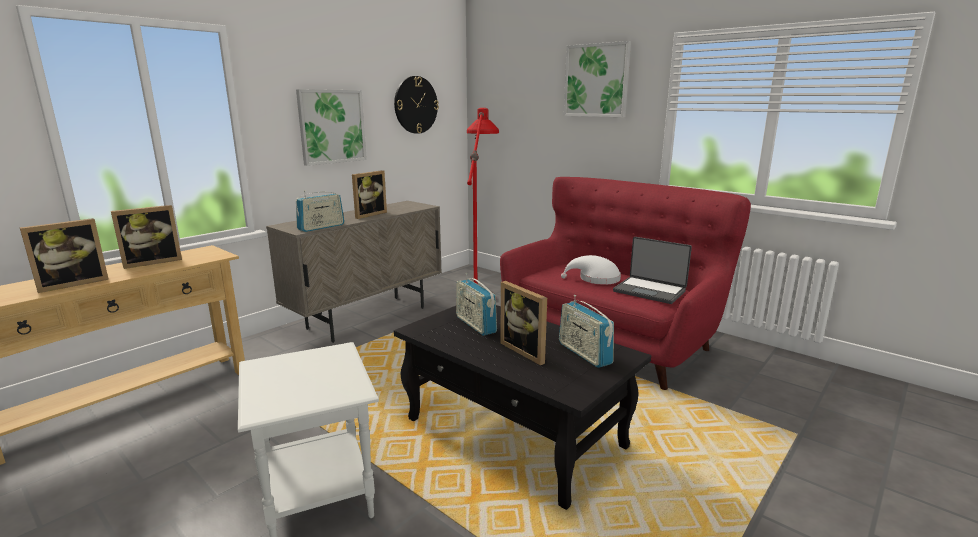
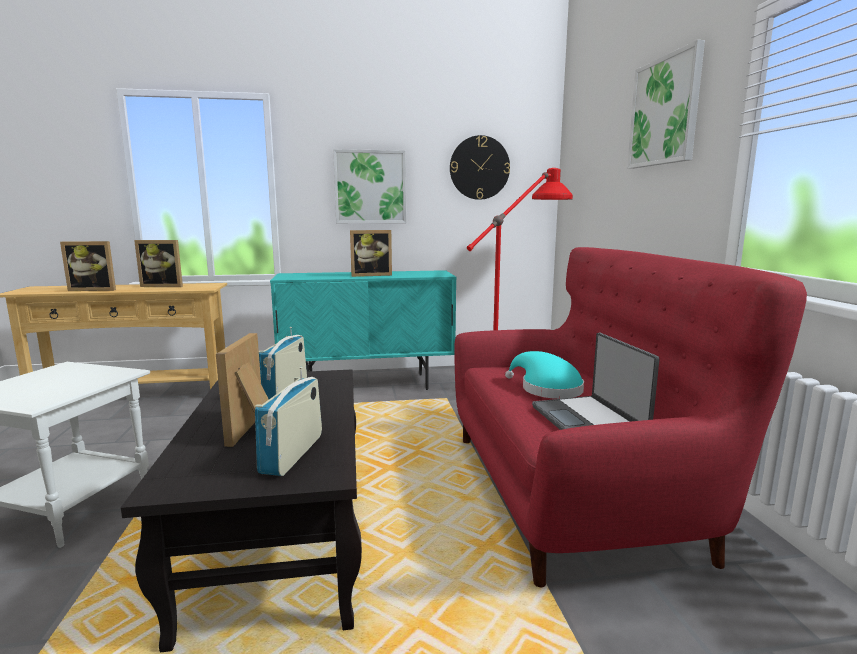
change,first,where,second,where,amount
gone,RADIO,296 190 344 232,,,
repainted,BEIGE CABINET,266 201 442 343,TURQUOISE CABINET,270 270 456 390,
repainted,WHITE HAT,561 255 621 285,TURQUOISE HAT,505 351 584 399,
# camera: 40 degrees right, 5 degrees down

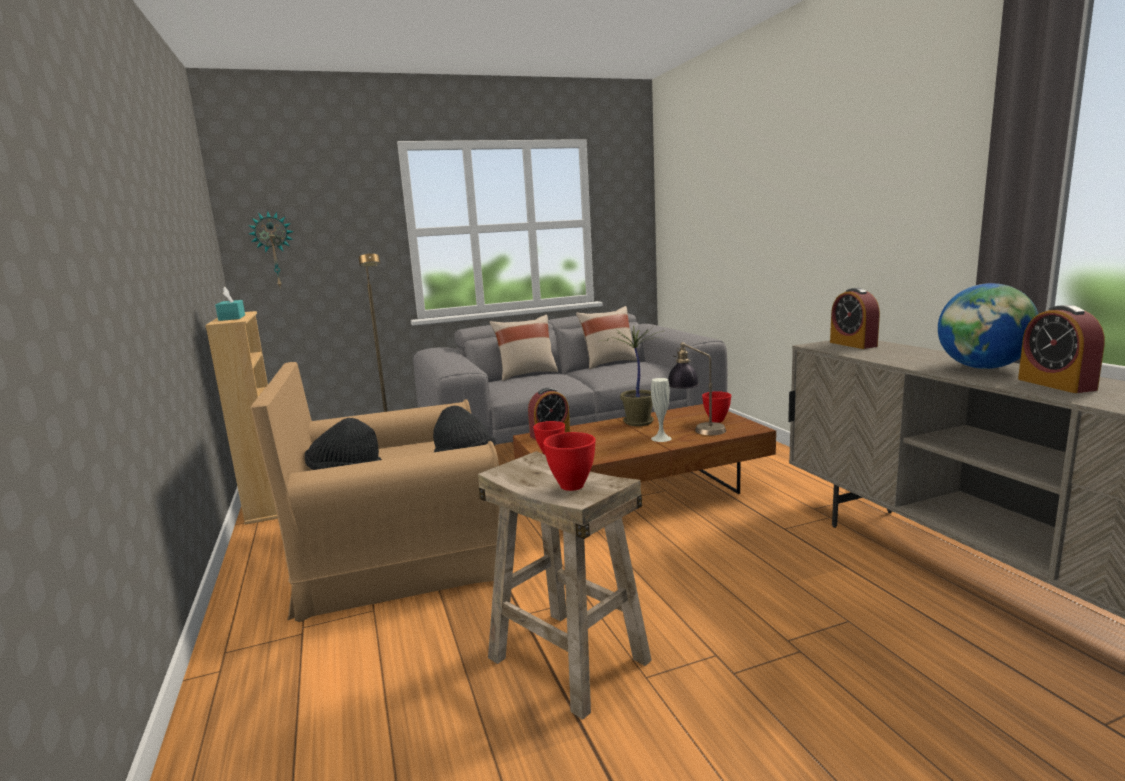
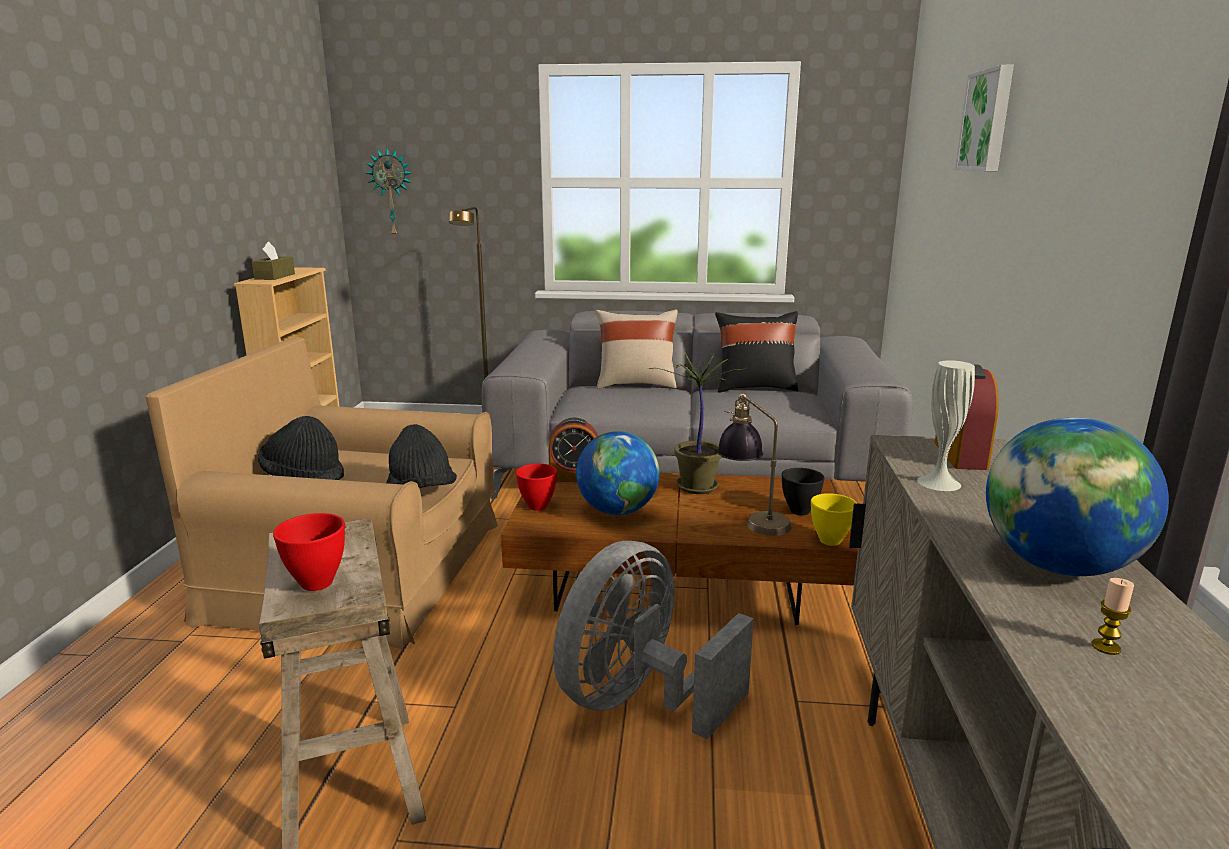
change,first,where,second,where,amount
new,,,GREY FAN,553 541 754 739,
new,,,GLOBE,576 431 659 515,
new,,,YELLOW BOWL,811 493 857 546,
new,,,PICTURE,955 65 1014 171,
shifted,WHITE VASE,651 378 672 442,,917 360 975 491,
swapped,ALARM CLOCK,1018 305 1105 393,CANDLE,1092 578 1134 655,
repainted,TURQUOISE TISSUE BOX,215 287 245 321,BROWN TISSUE BOX,252 241 295 280,
repainted,BEIGE PILLOW,576 306 637 369,BLACK PILLOW,715 311 798 393,
repainted,RED BOWL,702 391 731 422,BLACK BOWL,782 468 825 515,
# camera: 25 degrees right, 5 degrees up

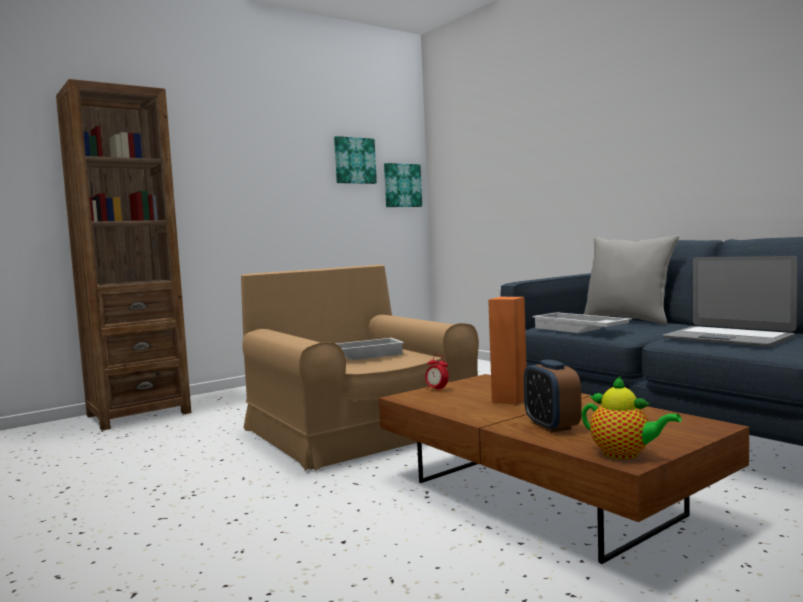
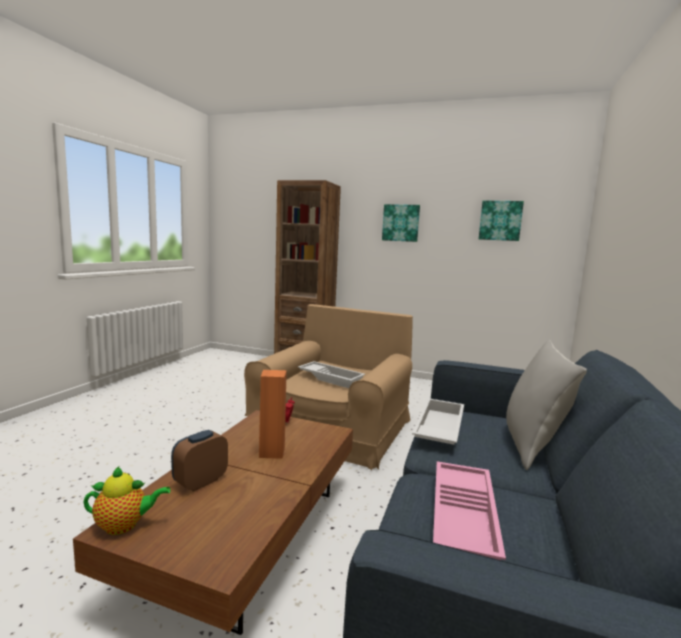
change,first,where,second,where,amount
shifted,PICTURE,384 163 422 207,,382 204 420 242,
swapped,LAPTOP,662 256 797 347,PINK TRAY,433 461 506 560,
rotated,TEAPOT,582 376 682 460,,84 467 170 535,105 degrees counterclockwise
# camera: 55 degrees right, 5 degrees up

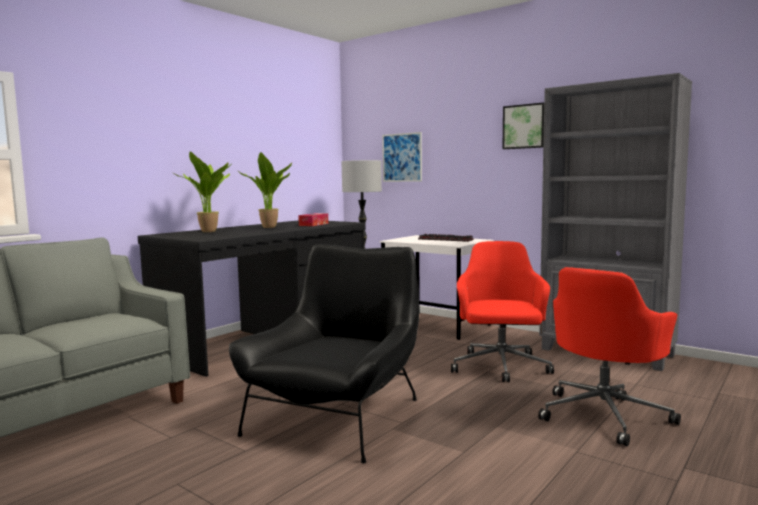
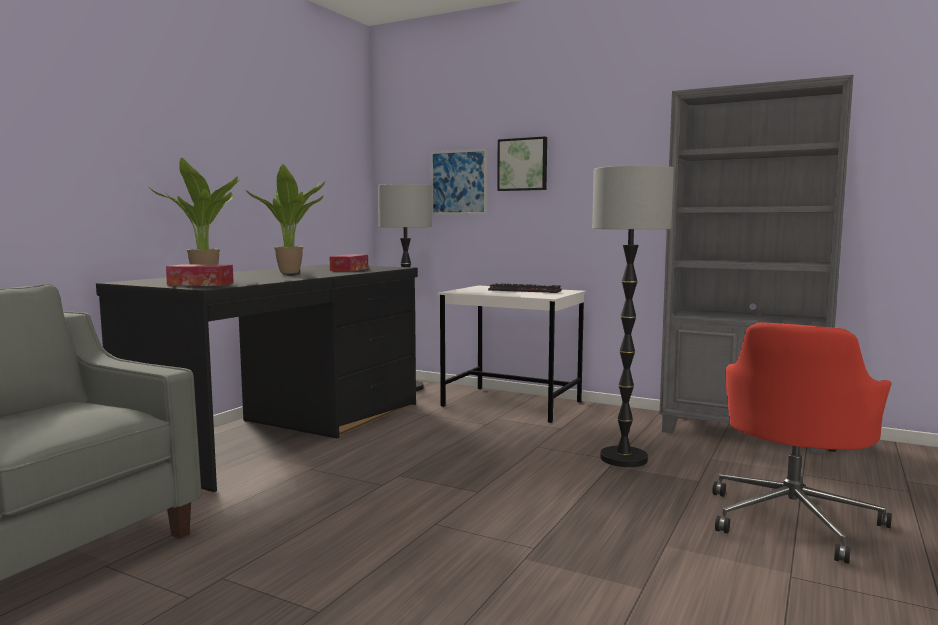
change,first,where,second,where,amount
gone,BLACK ARMCHAIR,229 244 419 463,,,
new,,,TISSUE BOX,166 265 234 286,
shifted,PICTURE,502 102 544 149,,497 136 547 191,
swapped,RED OFFICE CHAIR,451 241 554 382,FLOOR LAMP,592 165 674 467,
# camera: 10 degrees left, 0 degrees up

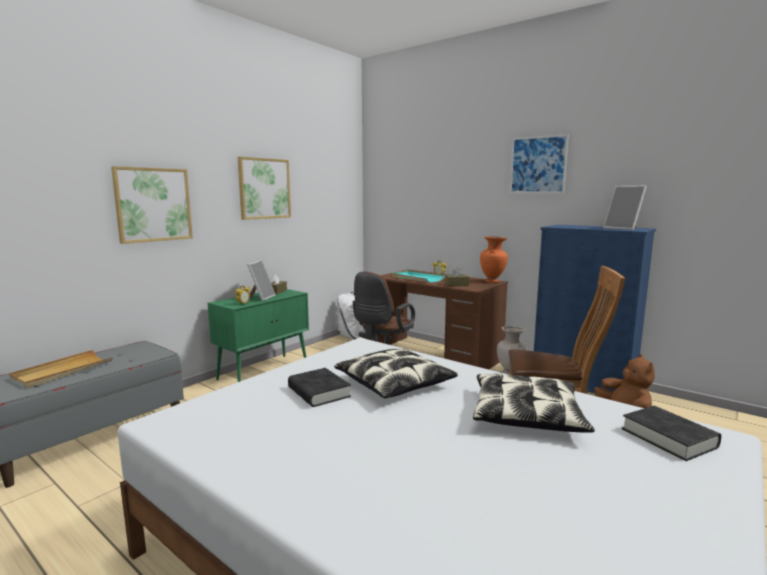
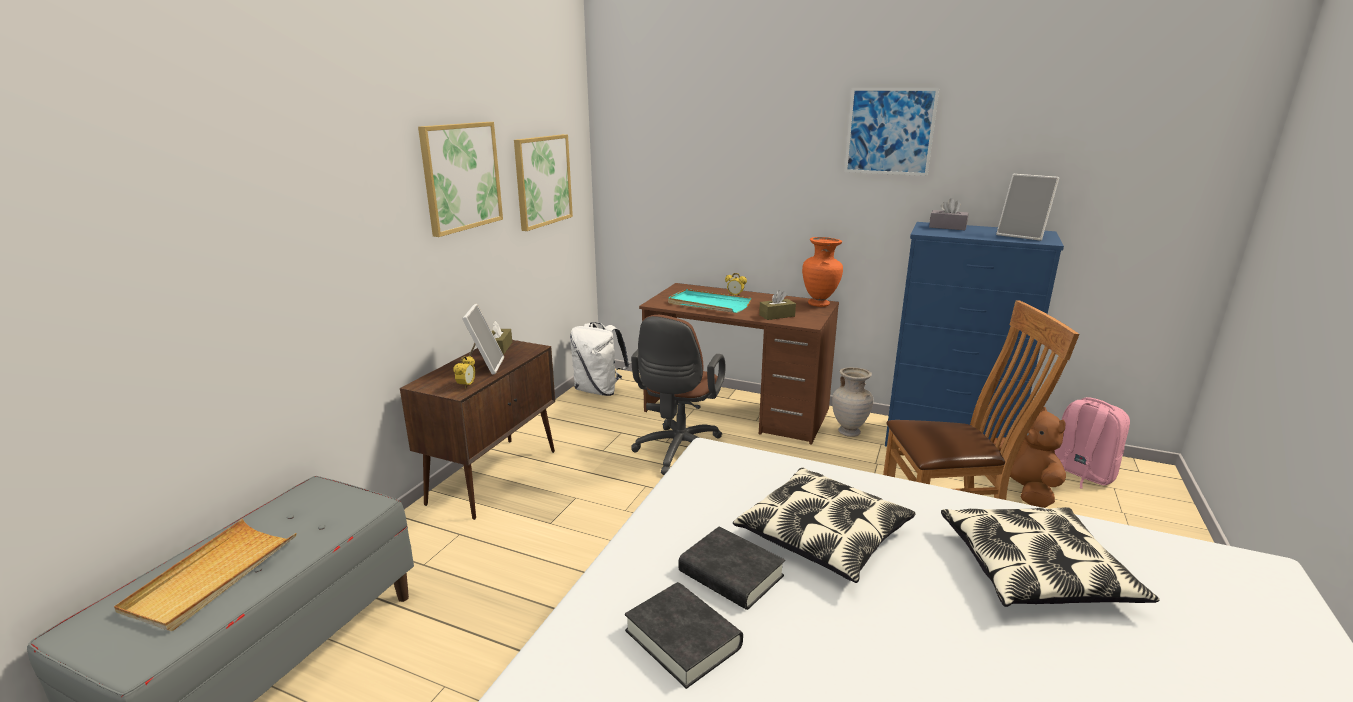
change,first,where,second,where,amount
new,,,GREY TISSUE BOX,929 198 969 230,
new,,,PINK BACKPACK,1055 397 1130 489,
shifted,PICTURE,111 166 193 244,,514 134 573 231,
shifted,BLACK BOOK,622 406 721 461,,625 582 743 689,
repainted,GREEN CABINET,208 289 309 382,BROWN CABINET,400 340 555 520,
# camera: 15 degrees left, 10 degrees up

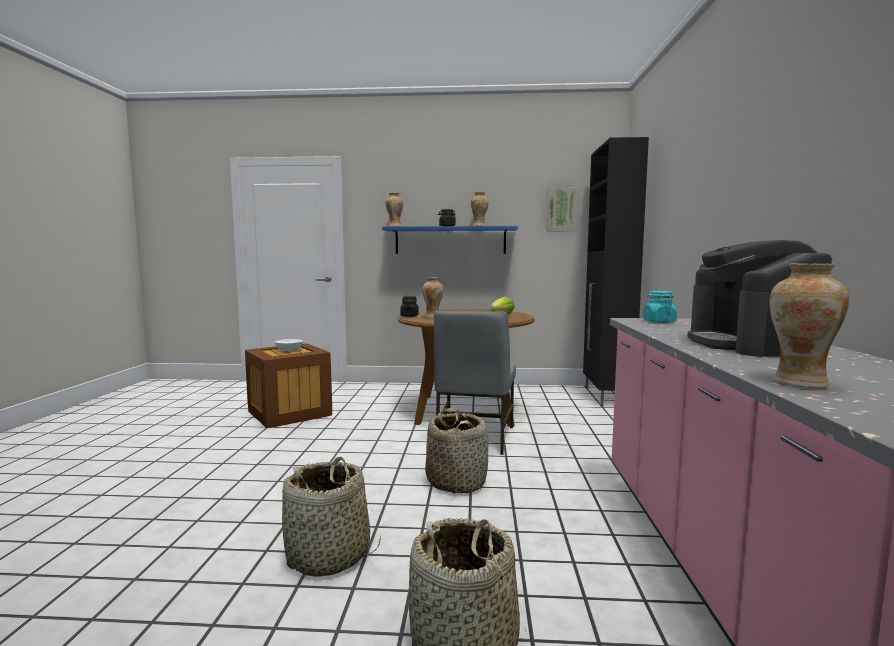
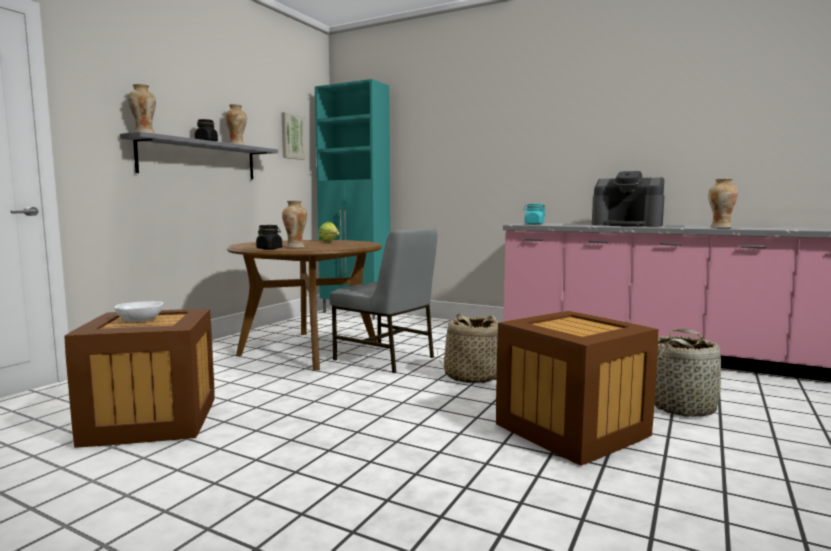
change,first,where,second,where,amount
swapped,BASKET,282 457 381 577,CRATE,496 311 658 466,
repainted,BLUE SHELF,382 226 518 254,GREY SHELF,120 132 278 180,
repainted,BLACK CABINET,583 137 649 407,TURQUOISE CABINET,315 79 390 319,
# camera: 65 degrees left, 0 degrees up

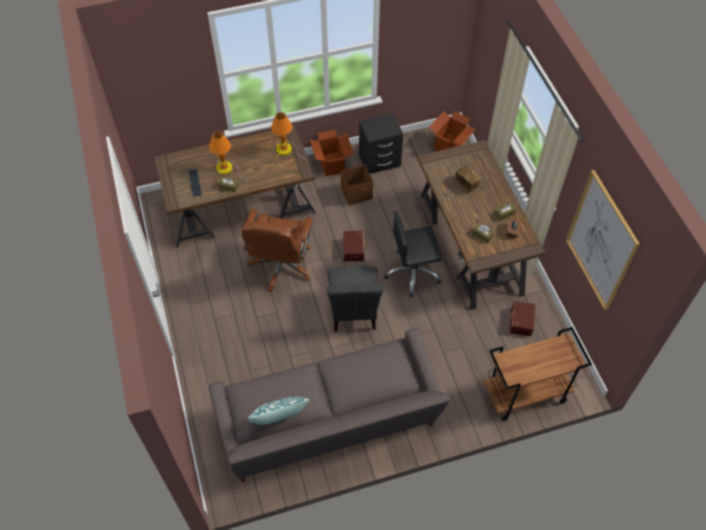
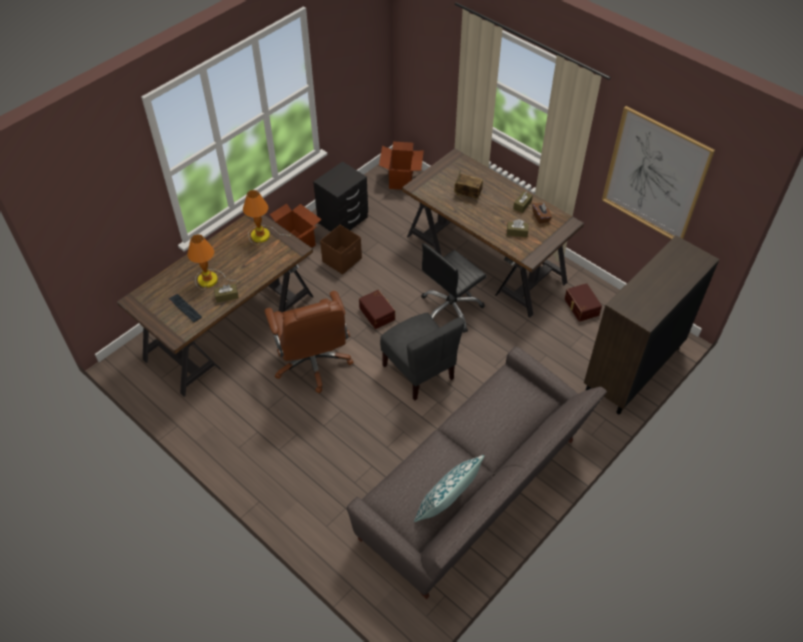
change,first,where,second,where,amount
swapped,BROWN CART,484 327 592 421,BROWN CABINET,584 235 720 414,
# camera: 30 degrees left, 5 degrees down

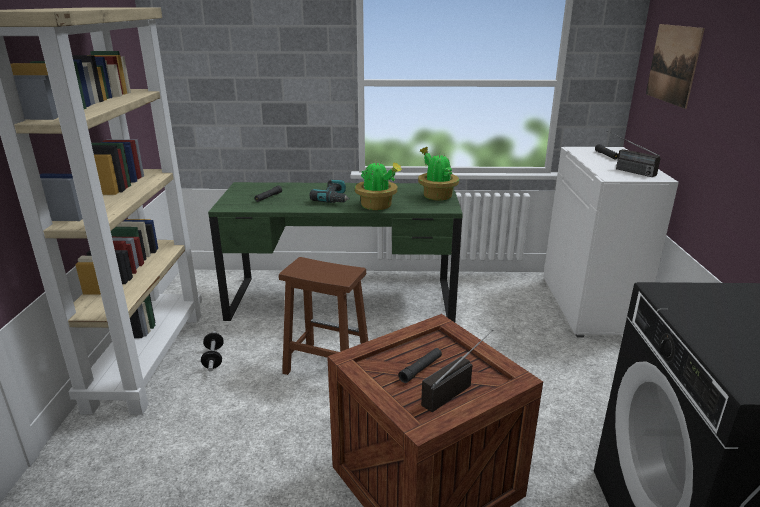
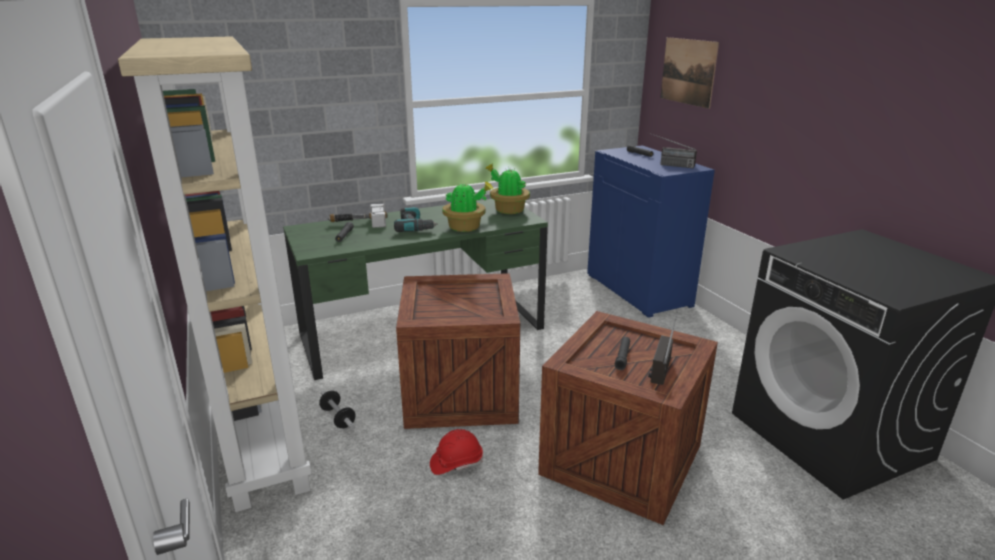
change,first,where,second,where,amount
new,,,HAMMER,328 204 388 228,
new,,,RED HARD HAT,430 429 483 475,
swapped,BROWN STOOL,279 257 368 375,CRATE,396 273 520 429,
repainted,WHITE CABINET,543 147 679 338,BLUE CABINET,587 145 715 318,
# camera: 25 degrees left, 0 degrees up

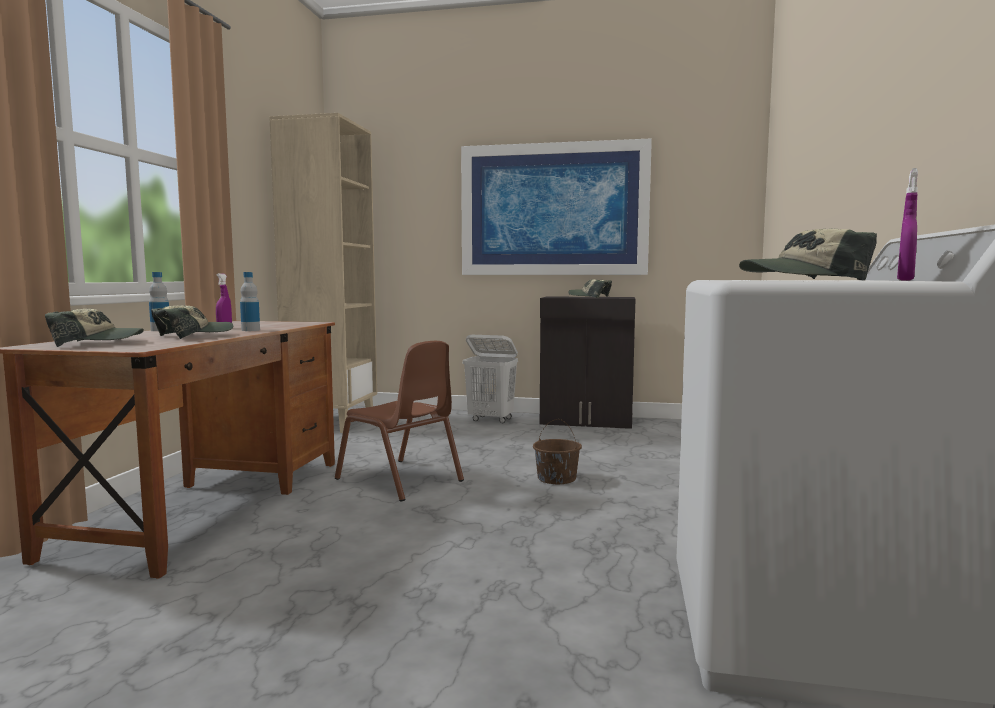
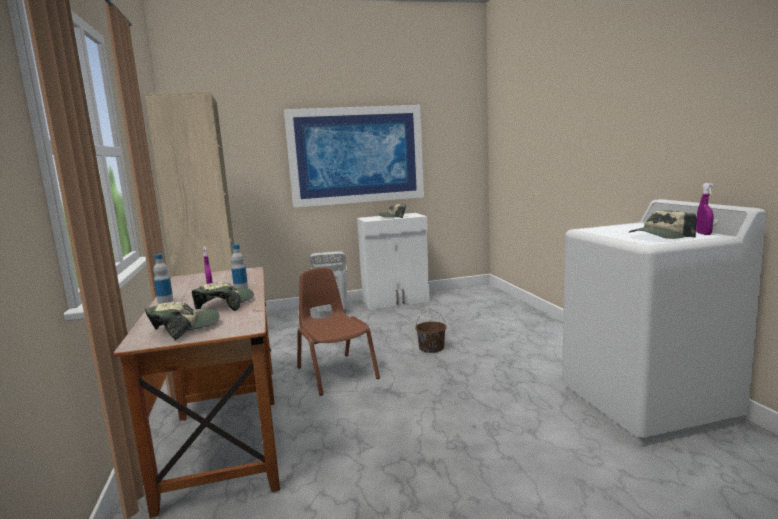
change,first,where,second,where,amount
repainted,BLACK CABINET,540 296 635 429,WHITE CABINET,357 213 430 310,
rotated,BROWN CHAIR,335 341 464 502,,297 267 380 396,135 degrees counterclockwise
# camera: 25 degrees left, 5 degrees up

